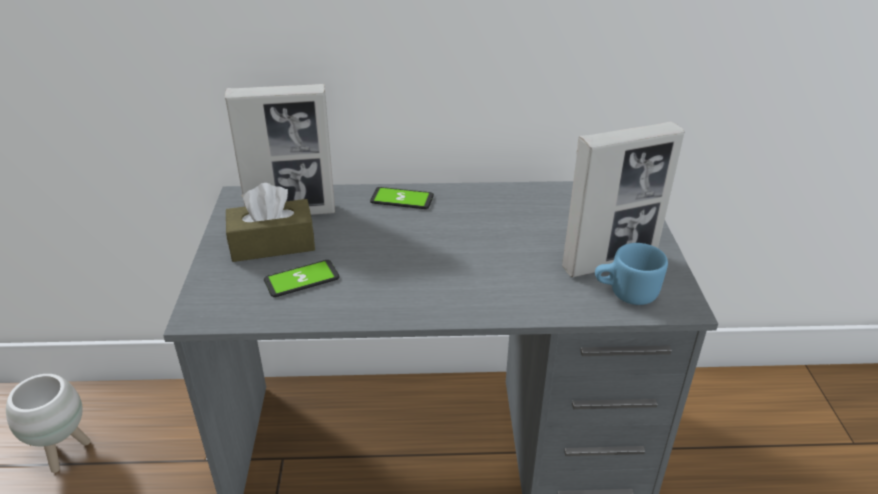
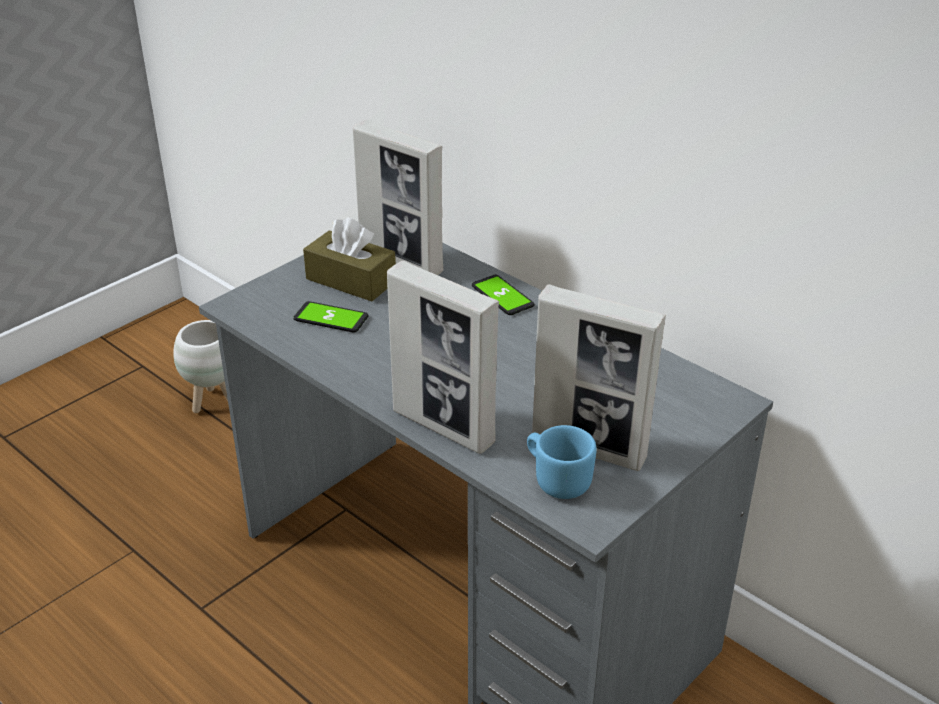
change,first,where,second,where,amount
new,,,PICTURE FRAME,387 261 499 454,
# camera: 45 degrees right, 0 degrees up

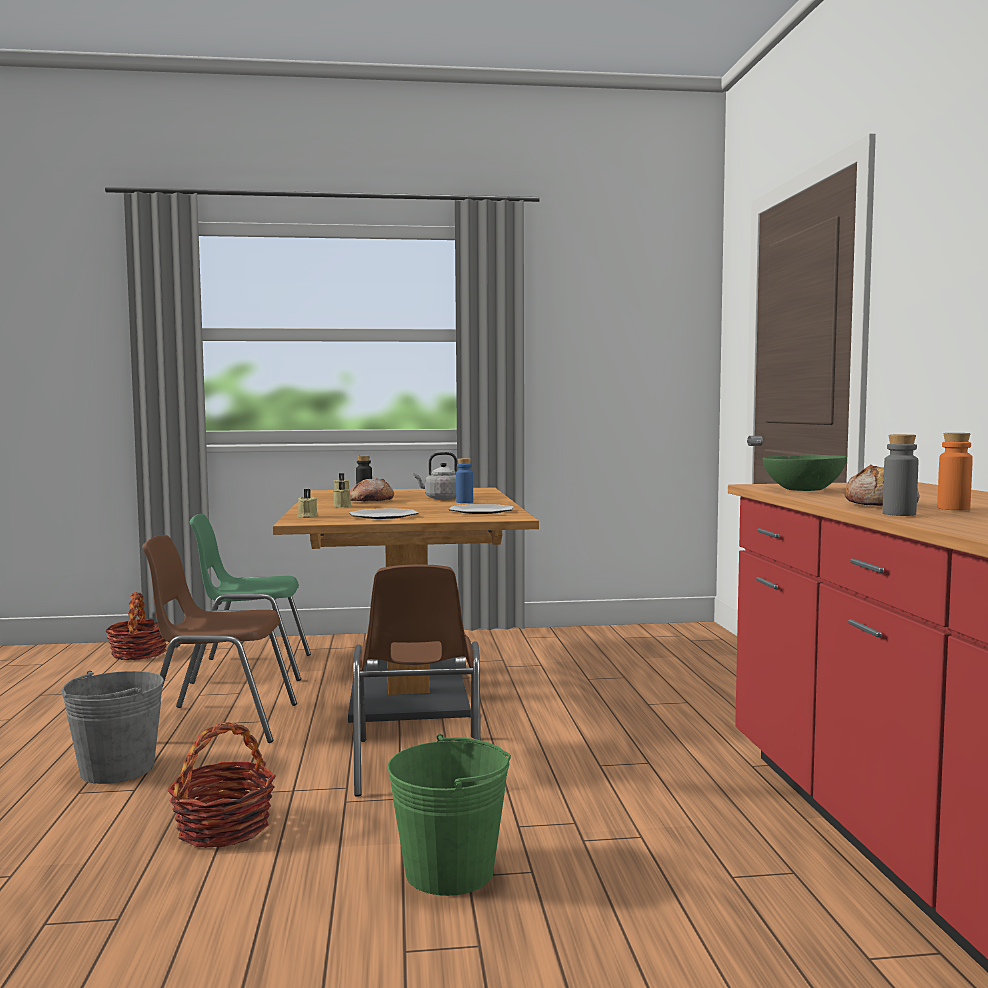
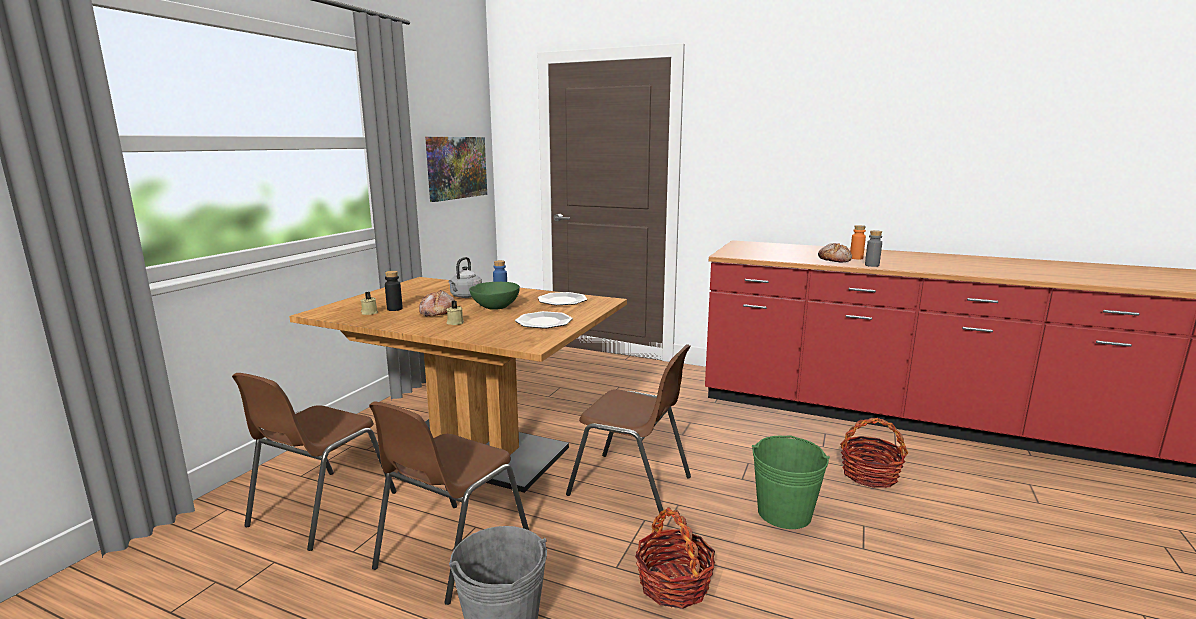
change,first,where,second,where,amount
gone,BEIGE CANDLE,297 489 318 518,,,
new,,,PICTURE,425 137 487 202,
shifted,BASKET,106 592 167 660,,840 418 908 488,
shifted,GREEN BOWL,763 455 847 491,,469 282 520 310,
repainted,GREEN CHAIR,190 514 311 684,BROWN CHAIR,232 373 397 551,
# camera: 60 degrees left, 10 degrees up

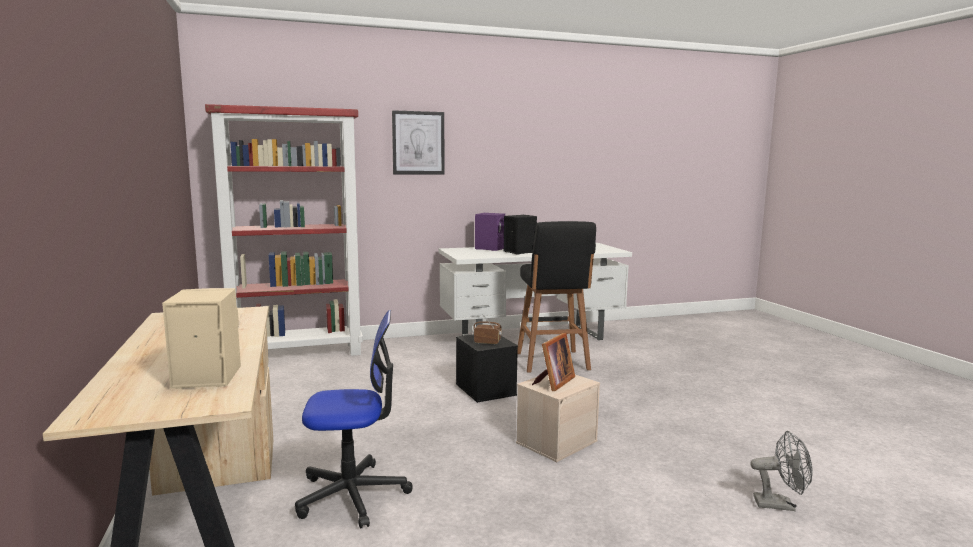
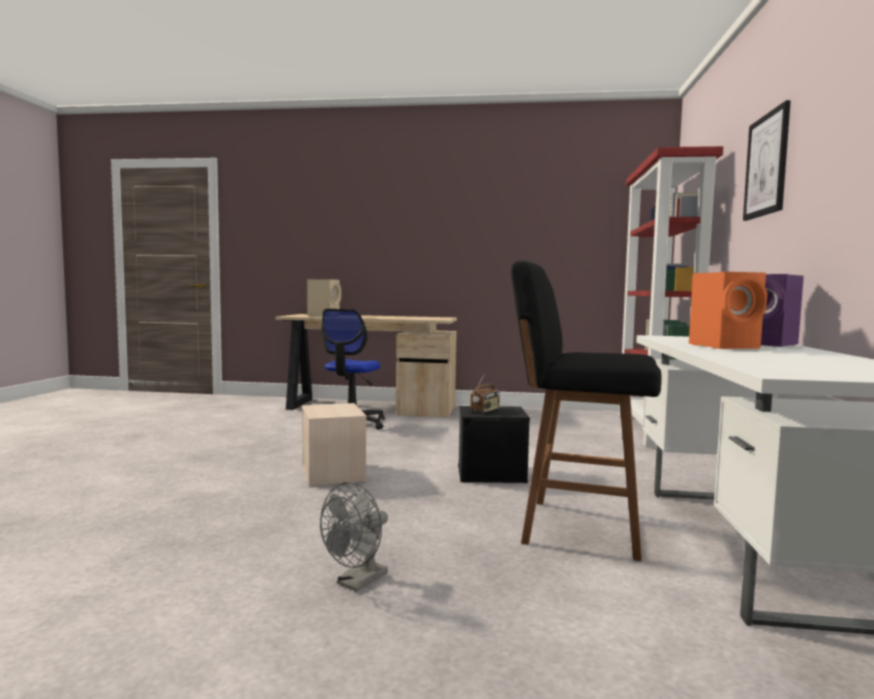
change,first,where,second,where,amount
gone,PICTURE FRAME,532 333 575 391,,,
shifted,GREY FAN,750 431 813 511,,320 482 388 592,
repainted,BLACK SPEAKER,504 215 537 254,ORANGE SPEAKER,689 272 767 349,
# camera: 115 degrees right, 5 degrees down

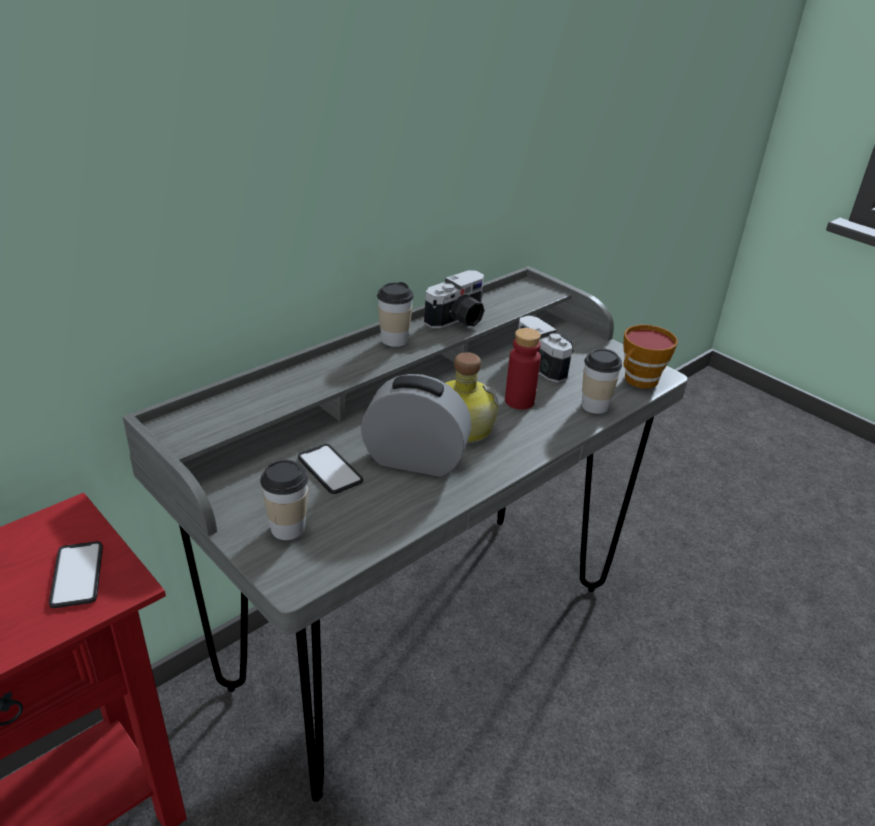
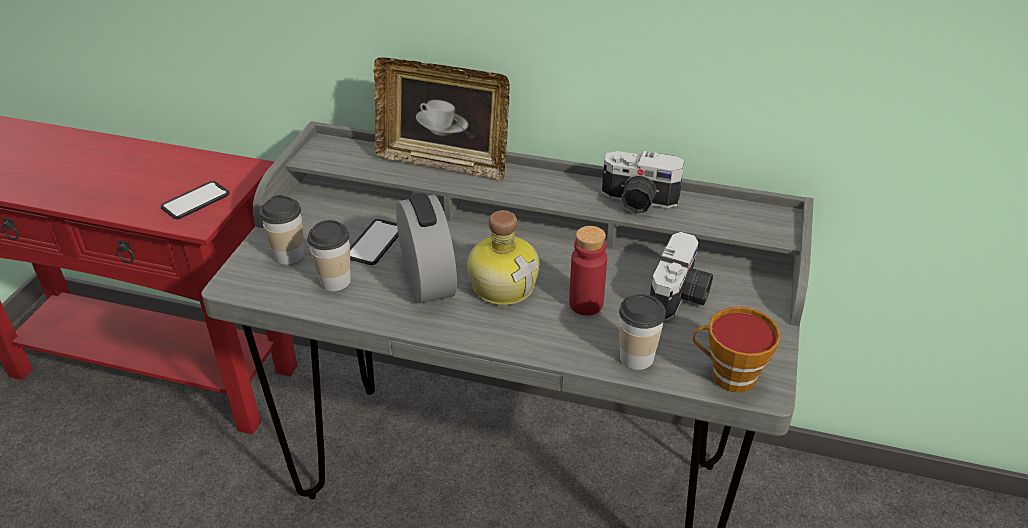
change,first,where,second,where,amount
new,,,PICTURE FRAME,373 57 510 180,
shifted,CUP,377 282 414 347,,307 220 351 291,
# camera: 60 degrees right, 5 degrees up

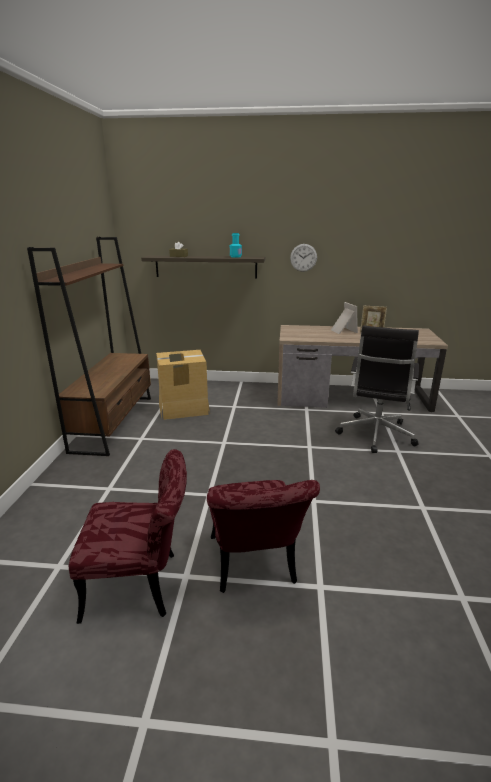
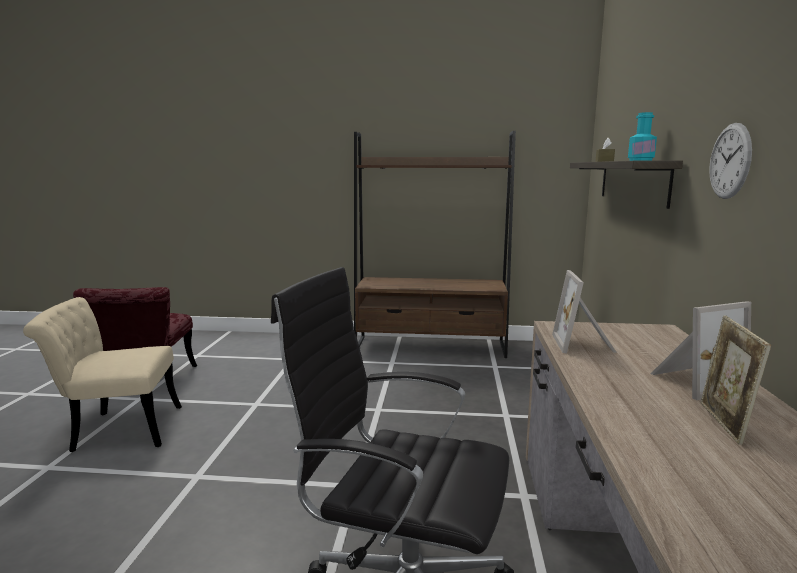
change,first,where,second,where,amount
gone,CARDBOARD BOX,156 350 210 420,,,
new,,,PICTURE FRAME,552 270 617 353,
repainted,RED CHAIR,207 480 320 593,BEIGE CHAIR,23 297 182 452,
# camera: 90 degrees right, 10 degrees down

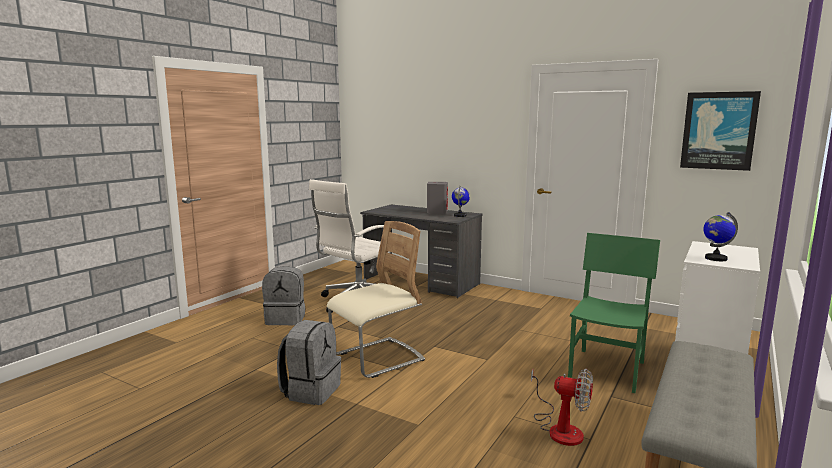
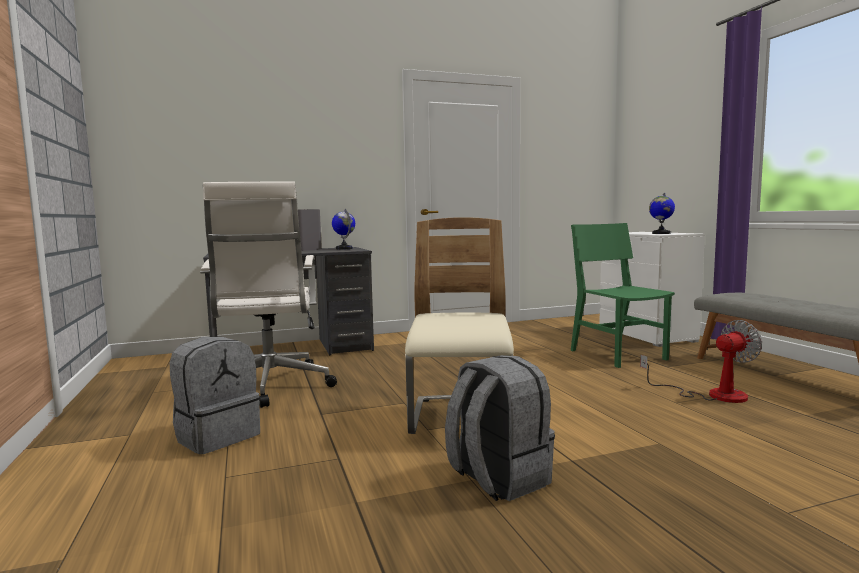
change,first,where,second,where,amount
gone,PICTURE,680 91 761 171,,,
# camera: 50 degrees left, 5 degrees down

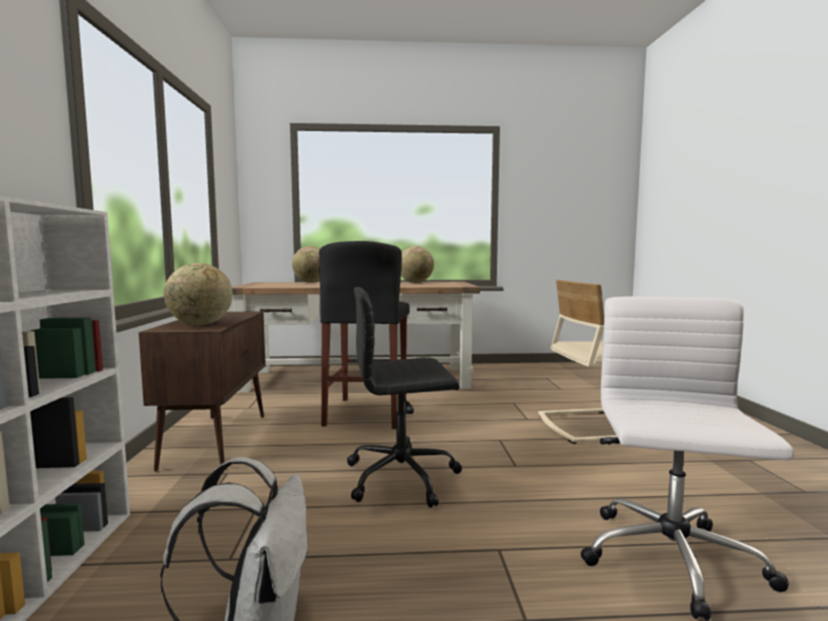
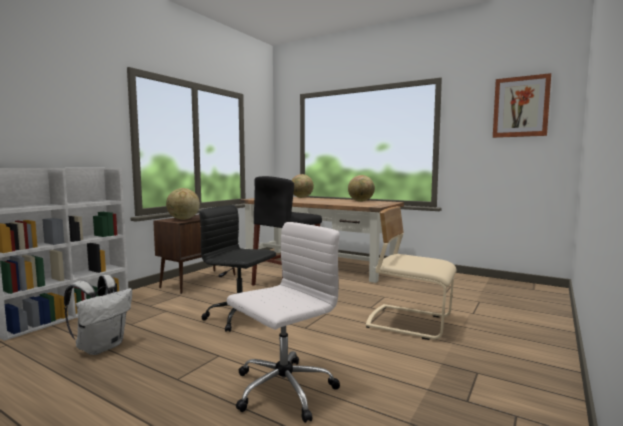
change,first,where,second,where,amount
new,,,PICTURE,493 73 551 138,
# camera: 35 degrees right, 0 degrees up

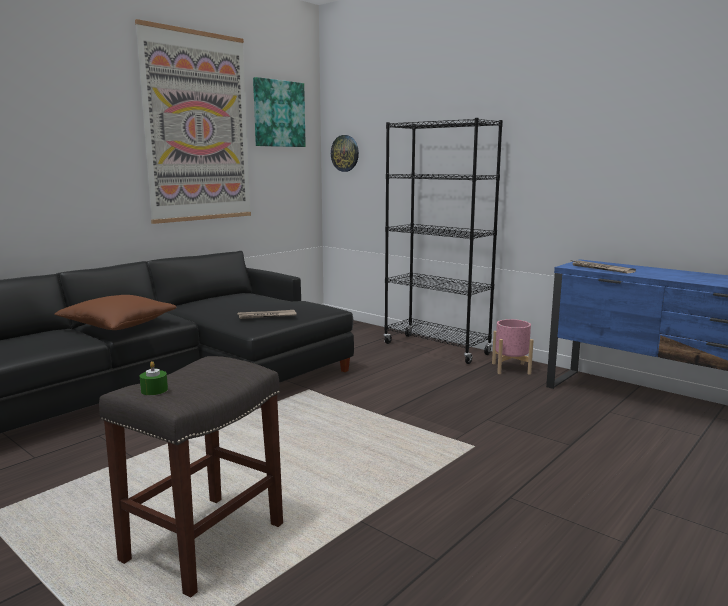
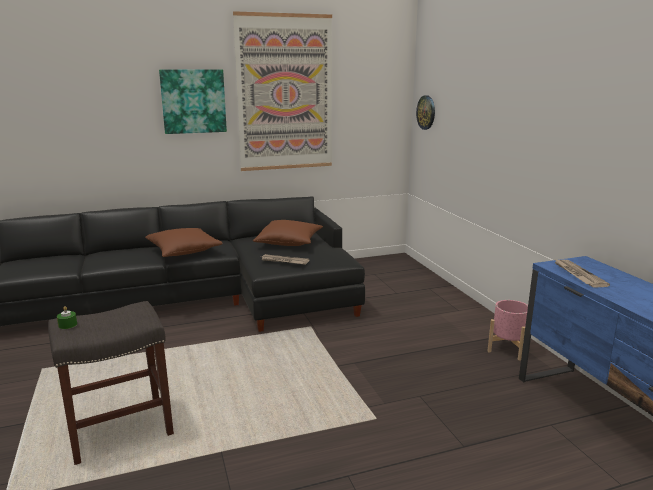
change,first,where,second,where,amount
gone,BLACK BOOKCASE,384 118 503 364,,,
new,,,BROWN PILLOW,253 220 323 246,
shifted,PICTURE,253 77 306 147,,159 69 227 134,
# camera: 30 degrees right, 5 degrees up

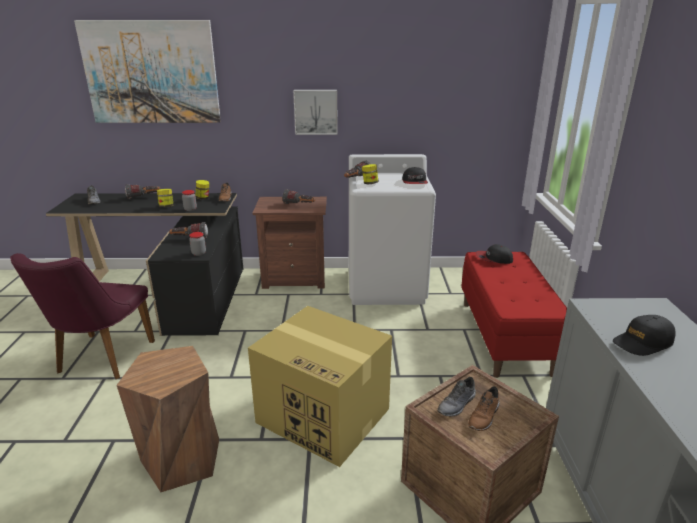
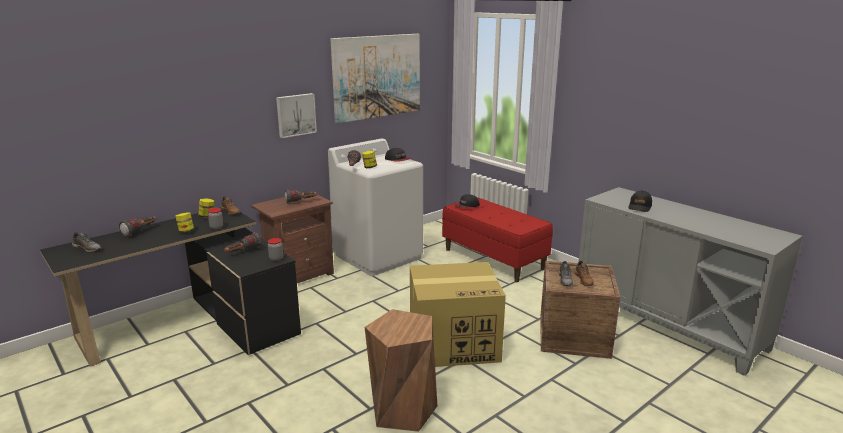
change,first,where,second,where,amount
gone,PURPLE CHAIR,10 253 155 379,,,
shifted,PICTURE,74 20 221 123,,330 34 420 123,
# camera: 40 degrees left, 5 degrees down

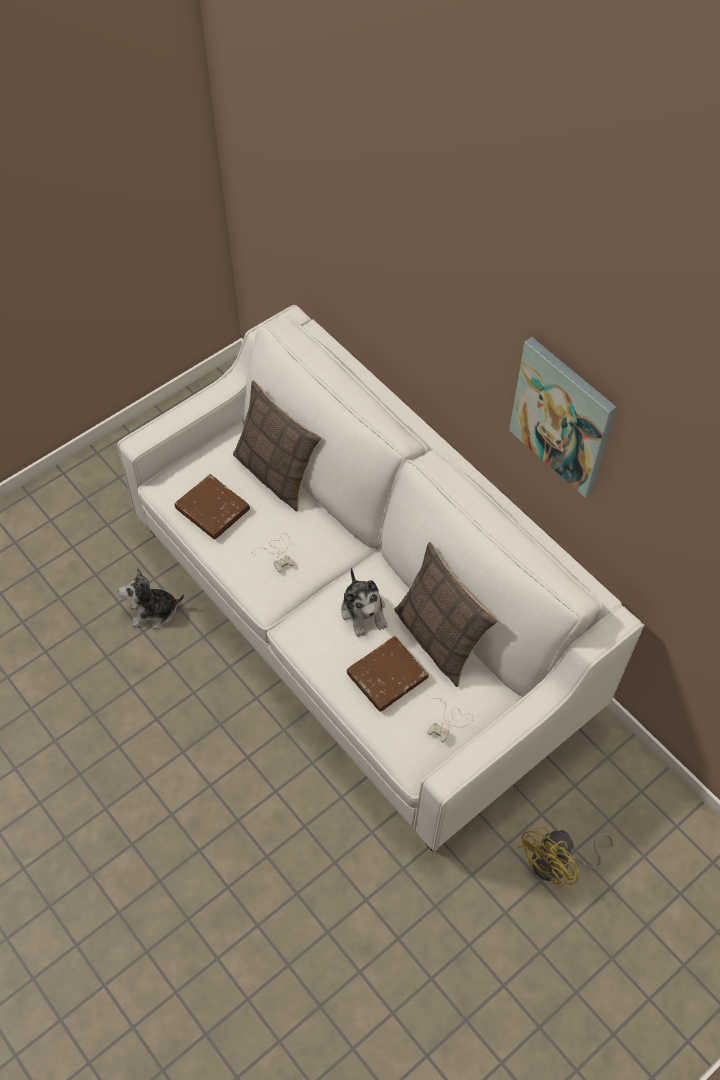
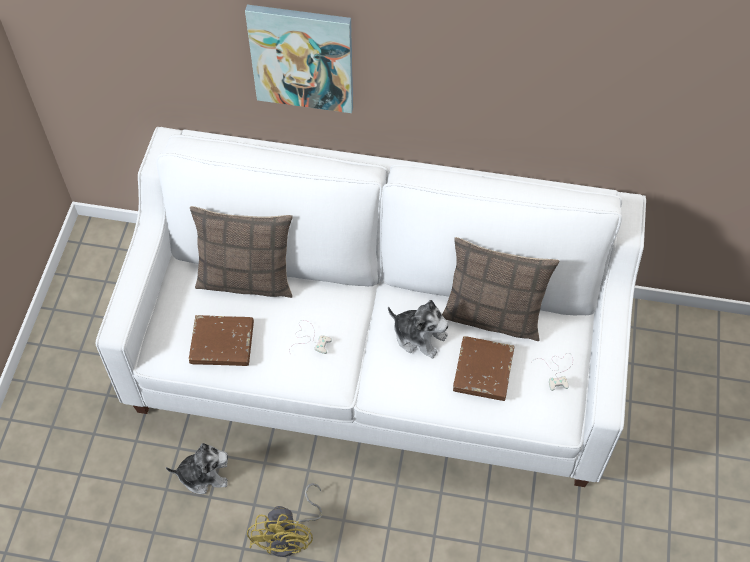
change,first,where,second,where,amount
shifted,PICTURE,509 337 616 497,,245 5 353 113,
shifted,YELLOW FAN,517 827 613 886,,247 483 322 557,
rotated,PLUSH TOY,118 568 184 629,,166 443 228 494,135 degrees counterclockwise
# camera: 40 degrees left, 0 degrees up

